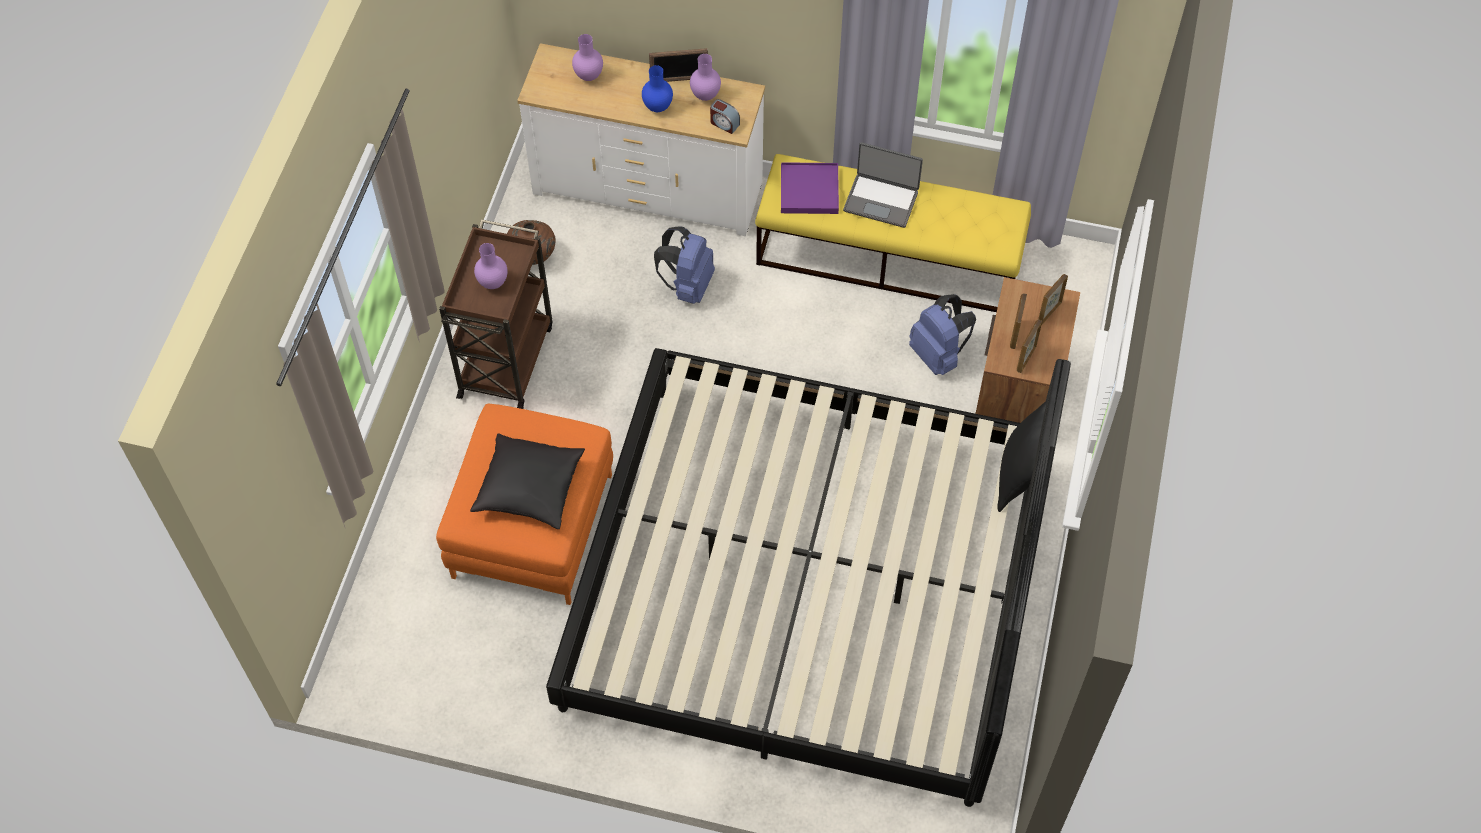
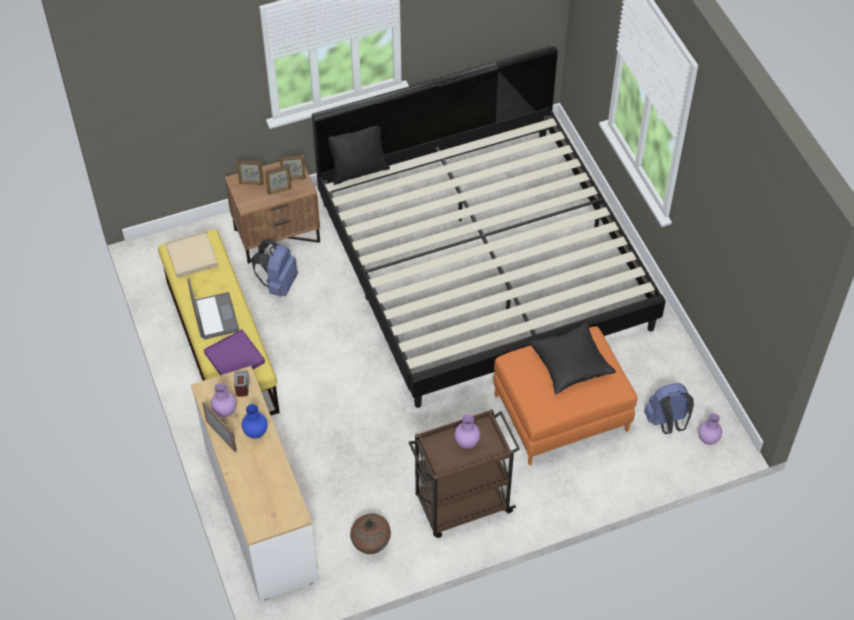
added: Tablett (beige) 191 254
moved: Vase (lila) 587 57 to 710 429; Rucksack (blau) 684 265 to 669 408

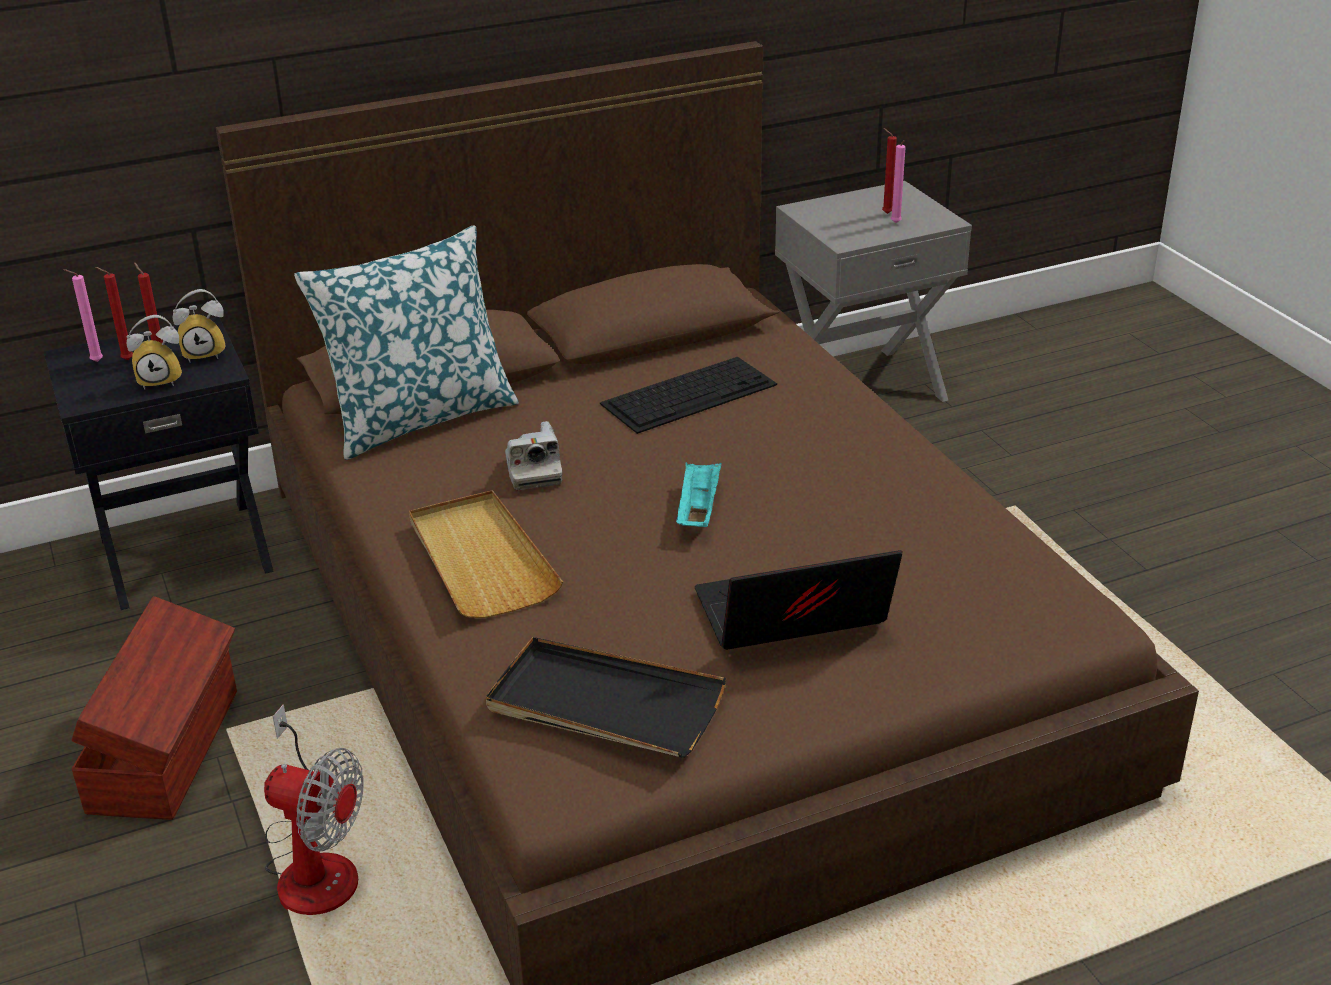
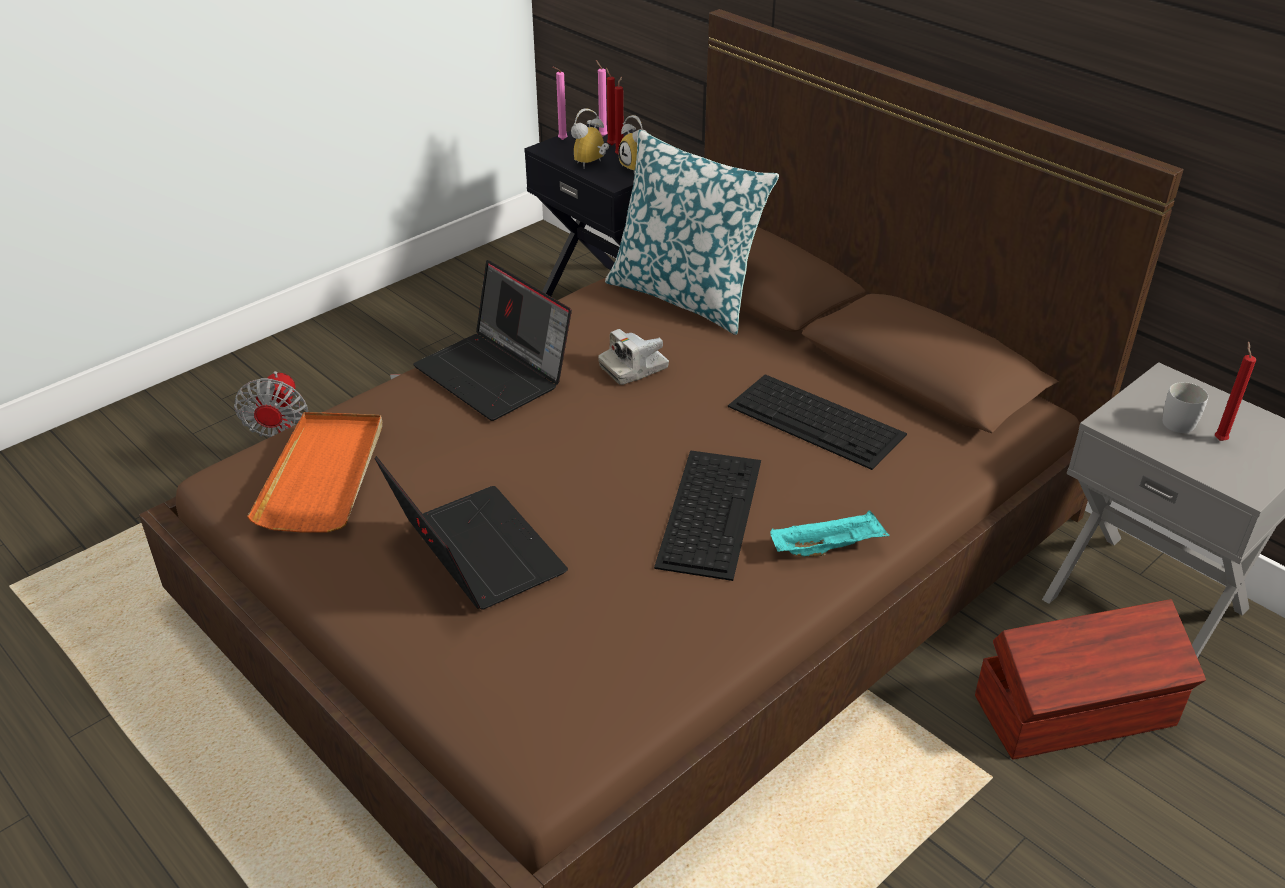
added: Tastatur 707 515; Henkelbecher (weiß) 1185 407
moved: Aufbewahrungsbox (braun) 154 708 to 1090 679; Tablett (türkis) 699 494 to 829 533; Kerze (rosa) 898 181 to 560 103
replaced: Tablett (beige) 486 554 to Laptop 492 340
recoloured: Tablett (schwarz) 606 697 to Tablett (orange) 314 472
turned: Wecker 154 352 = 590 138 75 degrees clockwise

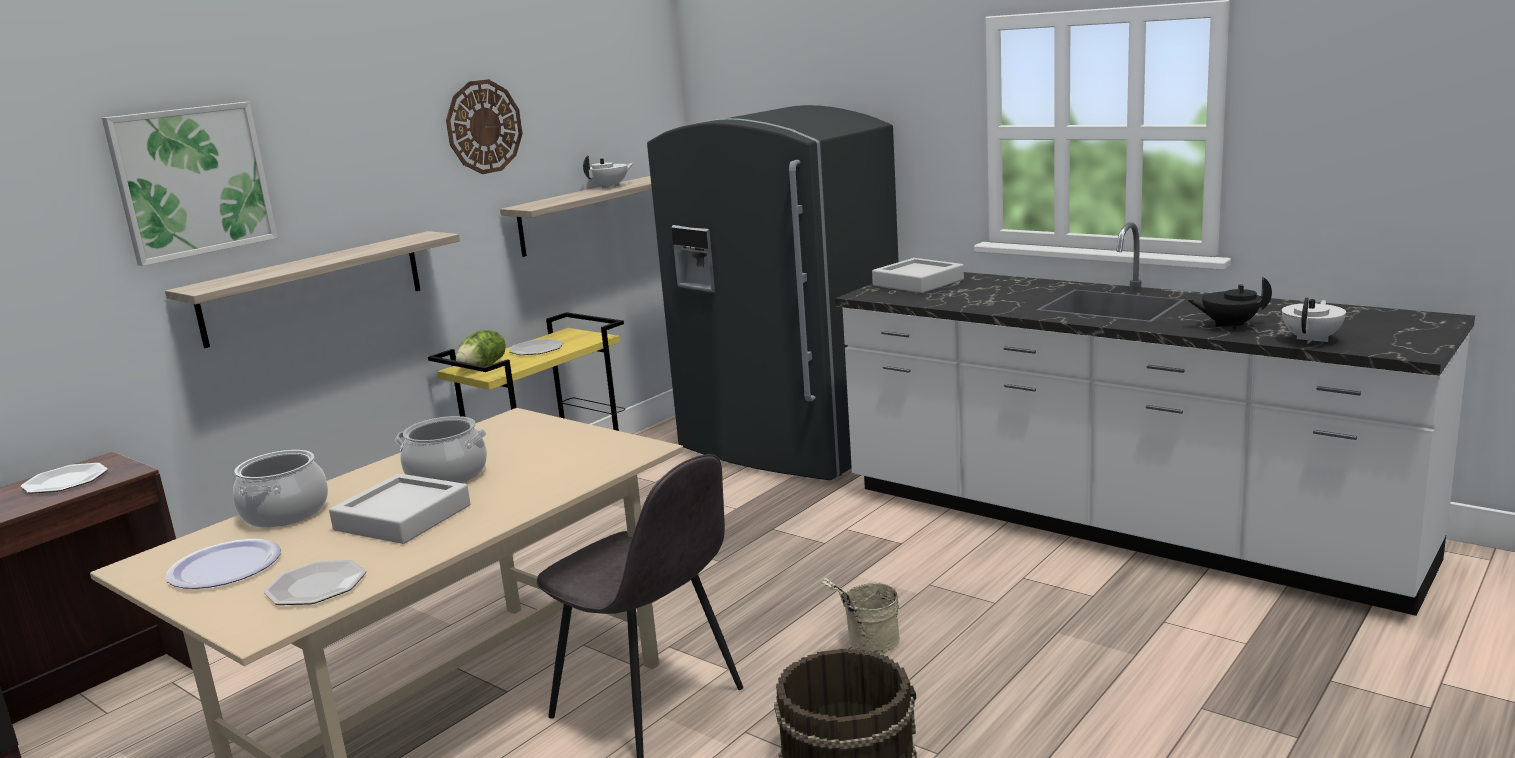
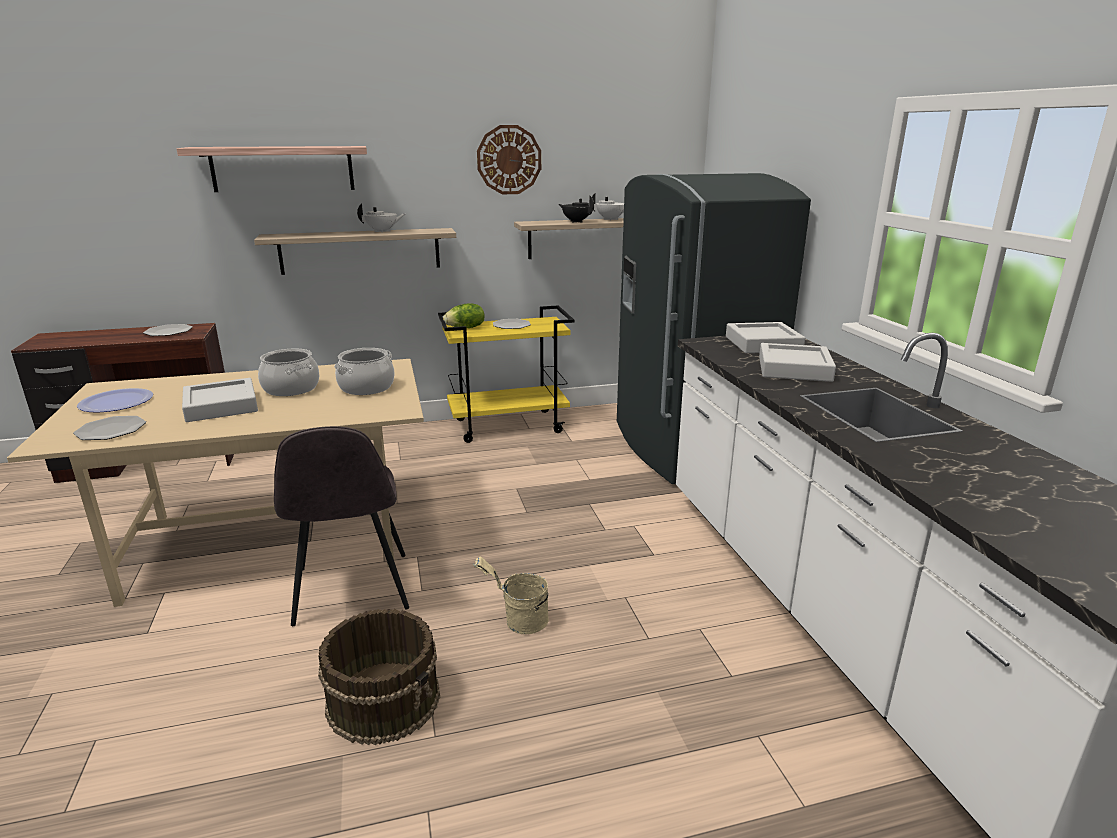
added: Tablett (grau) 797 362
moved: Kochtopf 280 488 to 364 371; Teekanne (schwarz) 1229 303 to 576 209; Teekanne (weiß) 1314 321 to 381 218
replaced: Bild 190 184 to Wandregal 272 169

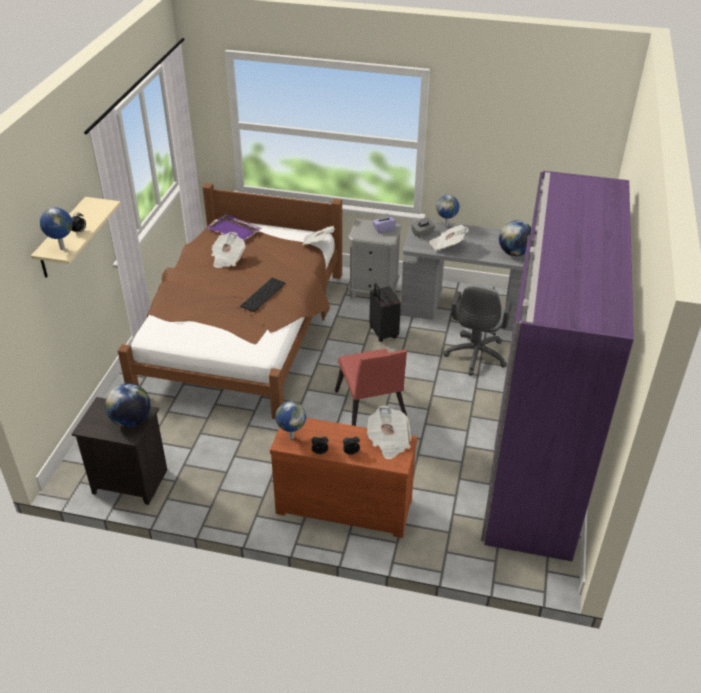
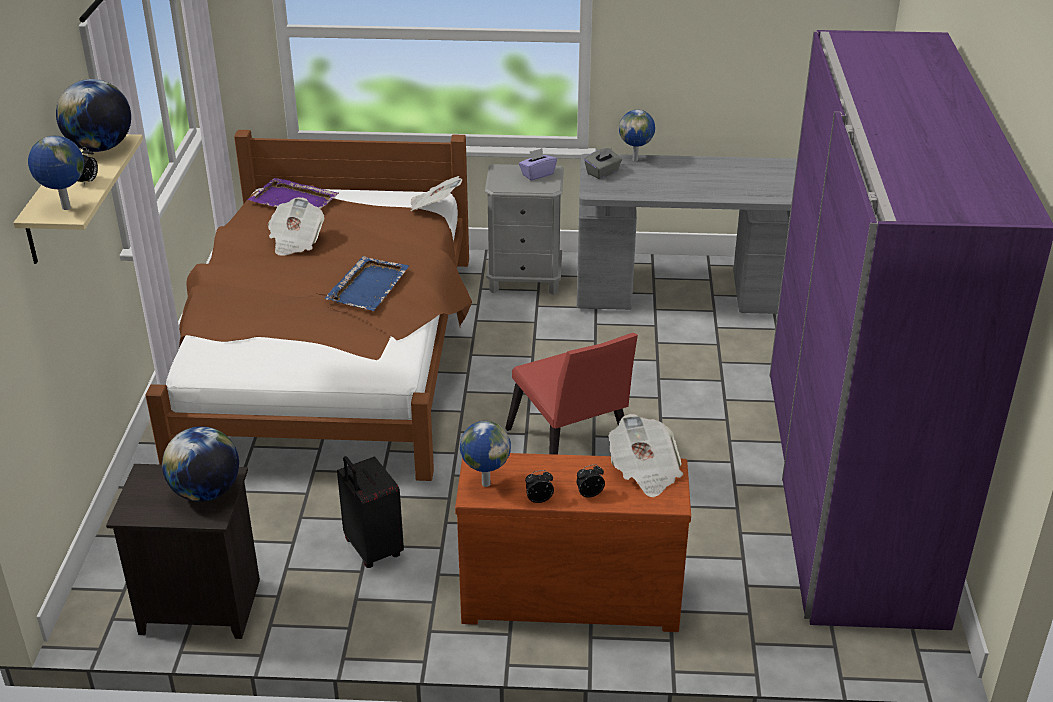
removed: Zeitung 448 238; Bürostuhl (grau) 478 330
moved: Koffer (schwarz) 385 312 to 370 512; Globus 515 238 to 93 115
replaced: Tastatur 263 295 to Tablett (blau) 367 283

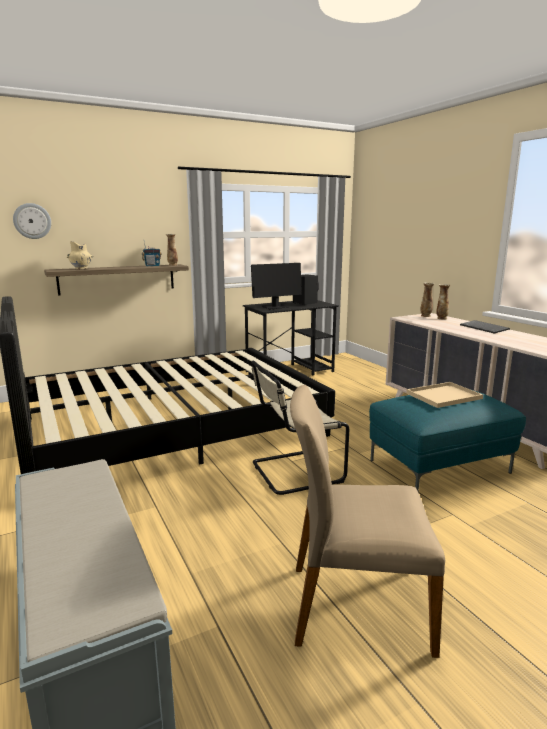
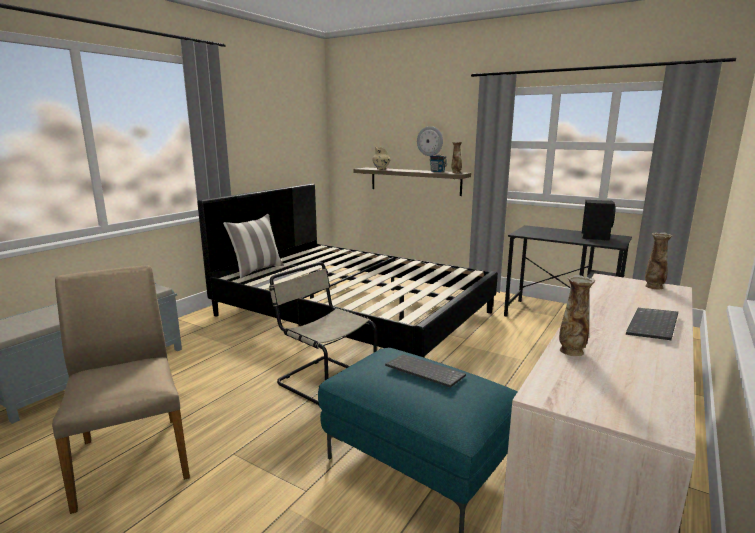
removed: Monitor 276 286
added: Kissen 253 246
moved: Wanduhr 32 221 to 430 141; Vase 443 301 to 577 315
replaced: Tablett (beige) 444 395 to Tastatur 425 370

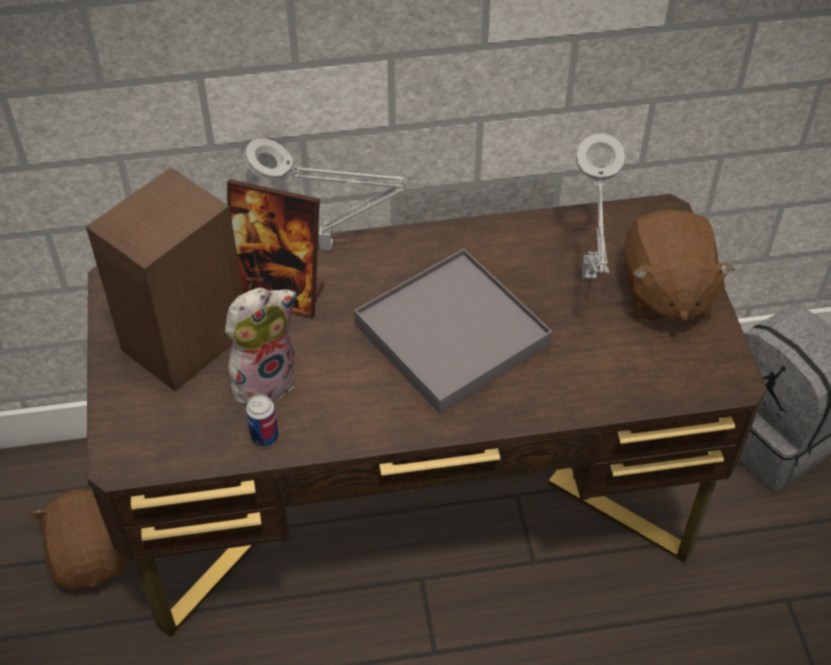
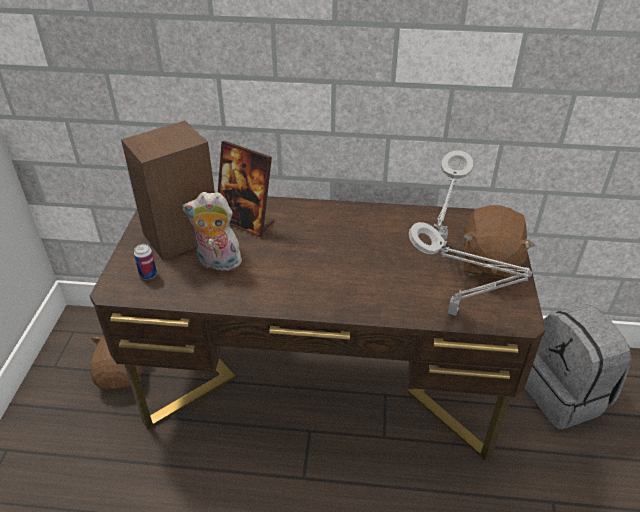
removed: Tablett (grau) 453 331
moved: Tischlampe (grau) 326 194 to 470 269; Dose 262 420 to 145 262
turned: Plüschtier 260 346 = 212 231 150 degrees counterclockwise

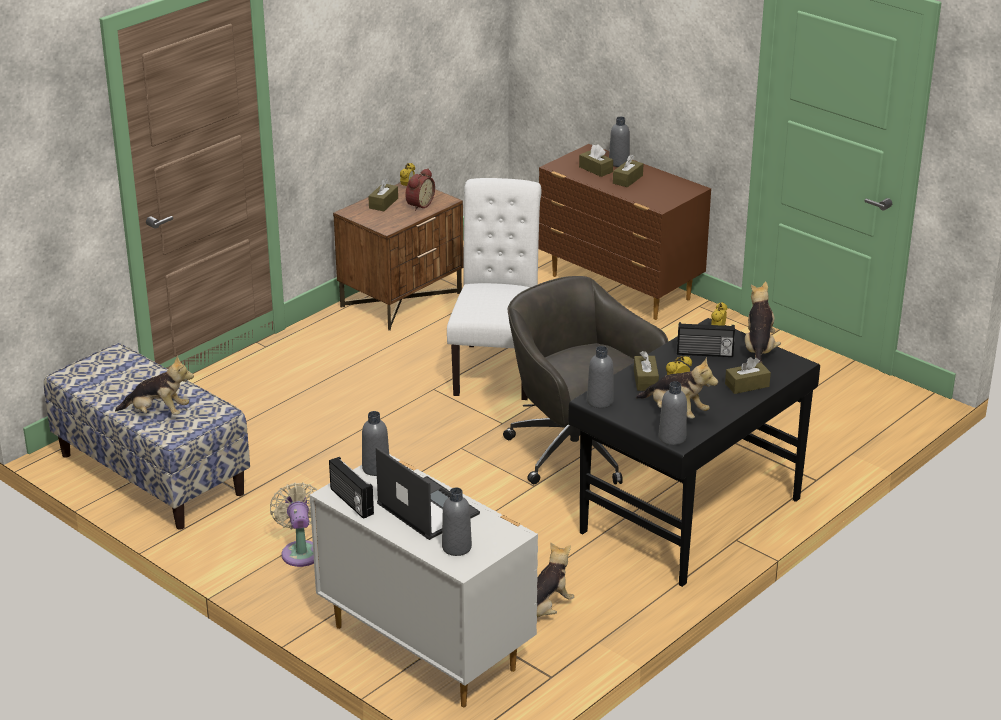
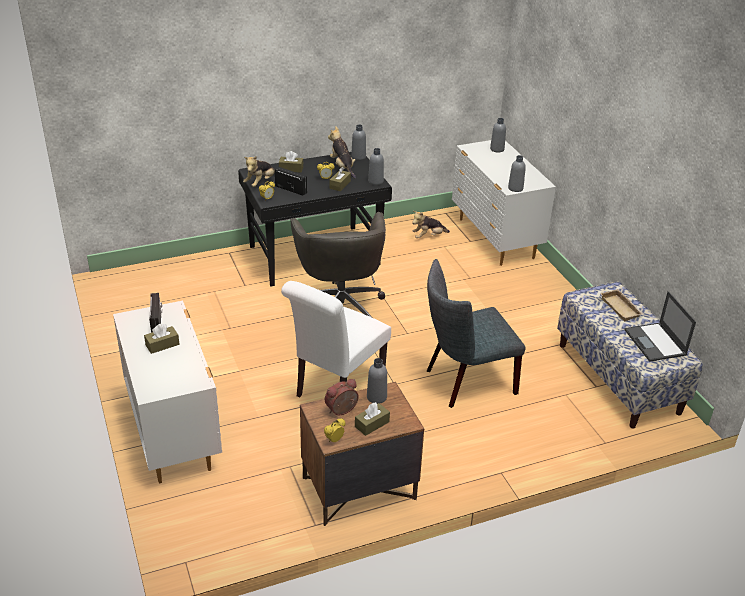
removed: Ventilator (beige) 293 524; Taschentuchbox (braun) 596 160
added: Stuhl (grau) 475 333
moved: Radio 351 488 to 155 313; Laptop 428 493 to 660 326; Flasche (grau) 619 142 to 377 381
replaced: Plüschtier 154 385 to Tablett (beige) 622 305
recoloured: Kommode (braun) 624 232 to Kommode (weiß) 167 392

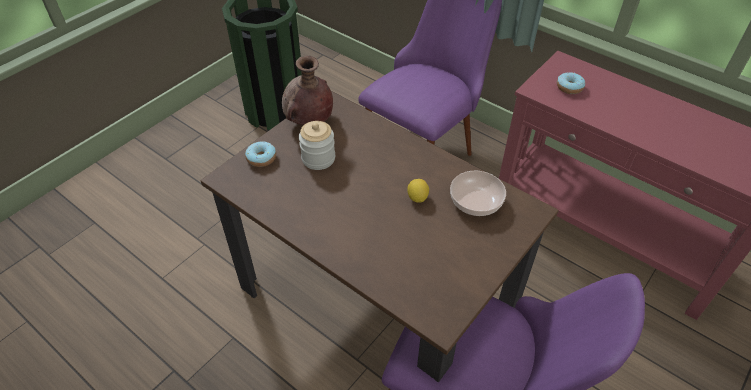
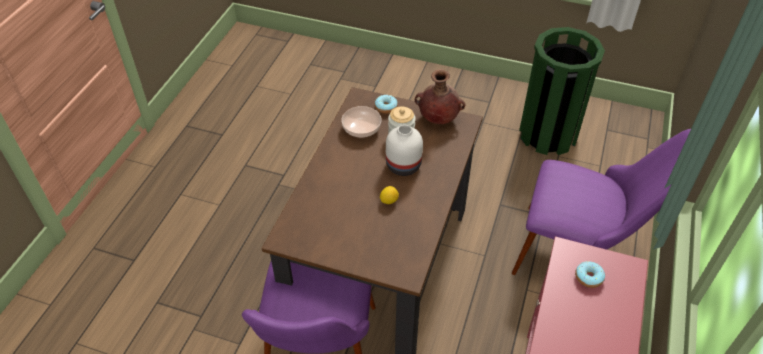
added: Vase (weiß) 404 150
moved: Schüssel 478 193 to 361 121

